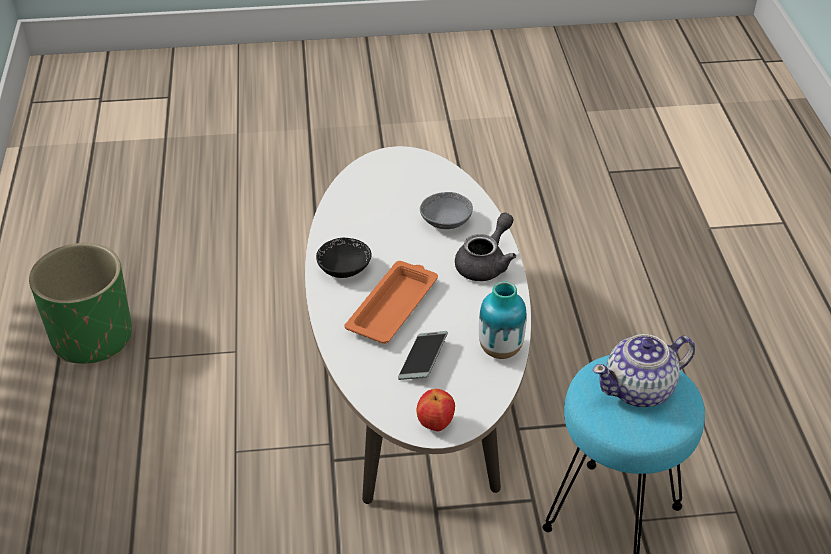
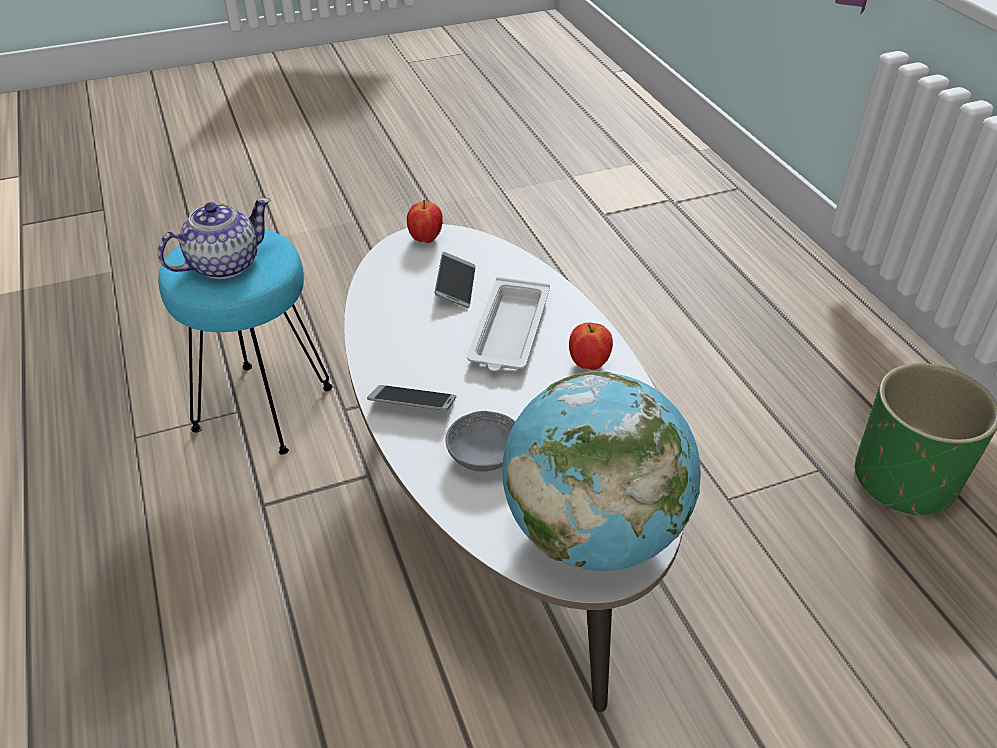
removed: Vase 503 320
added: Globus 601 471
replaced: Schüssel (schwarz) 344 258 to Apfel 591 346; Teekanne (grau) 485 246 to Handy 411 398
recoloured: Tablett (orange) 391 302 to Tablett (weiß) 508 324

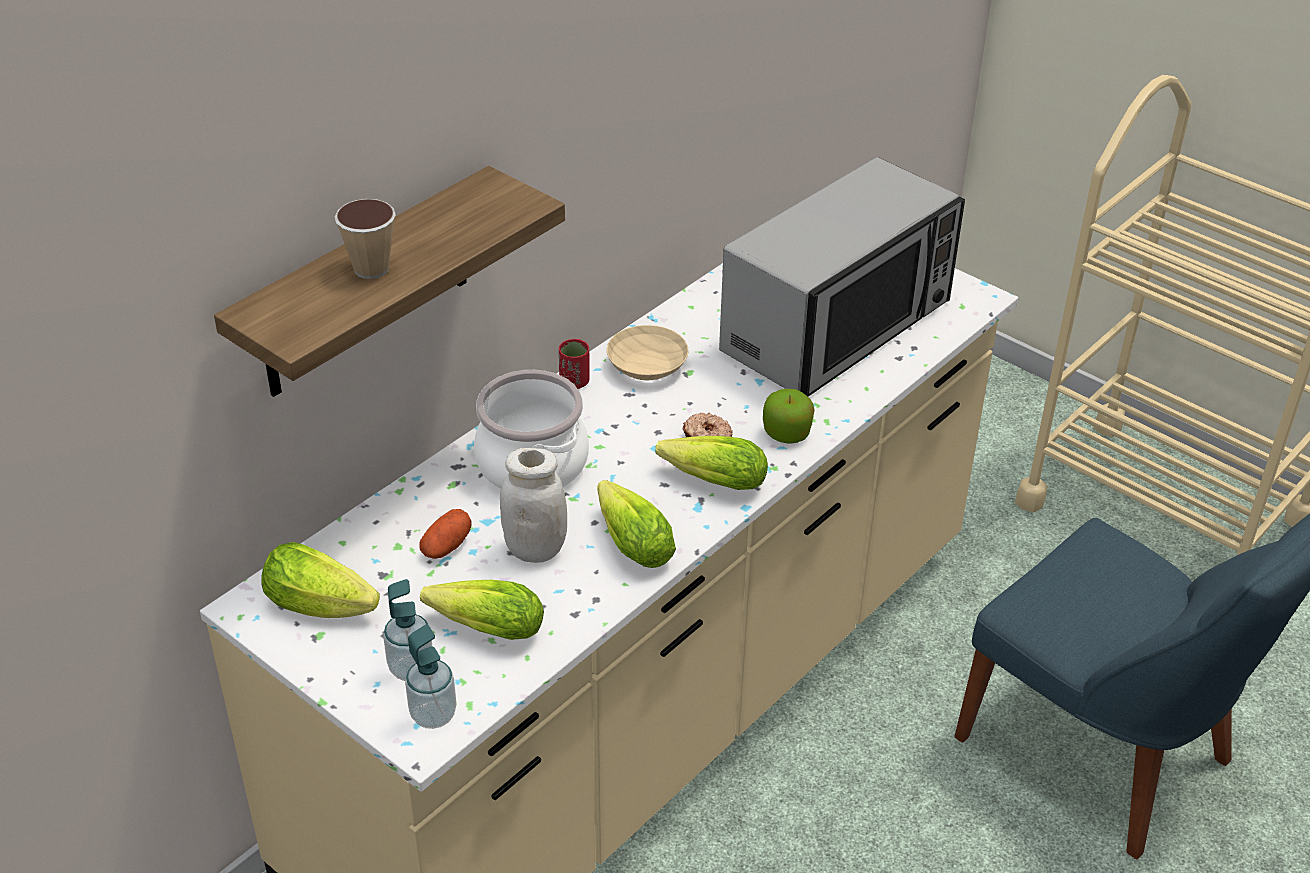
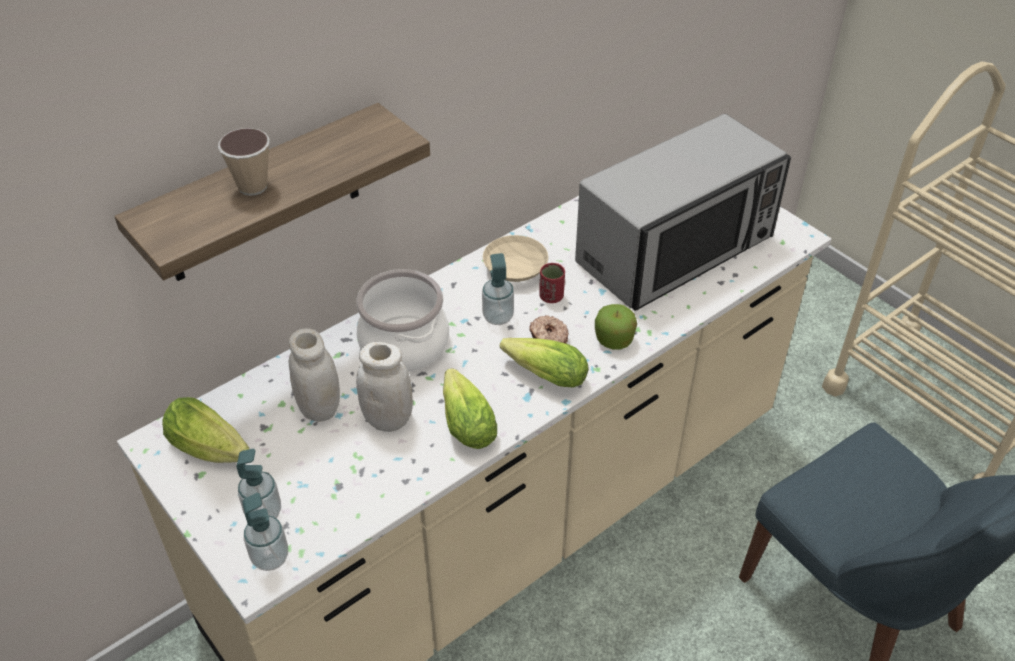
removed: Salatkopf 482 610
added: Seifenspender 498 289
moved: Tasse (rot) 574 364 to 552 283
replaced: Kartoffel 445 534 to Vorratsglas (weiß) 314 375

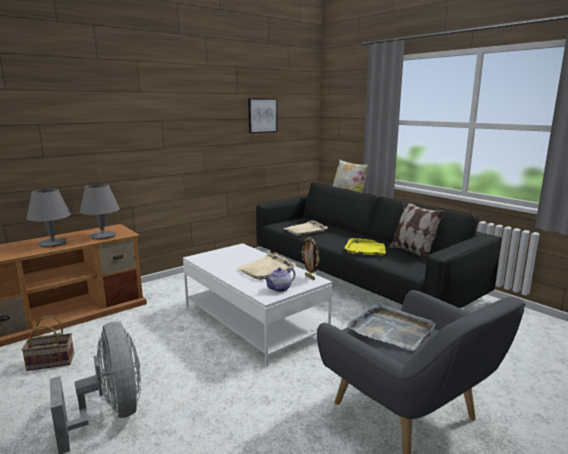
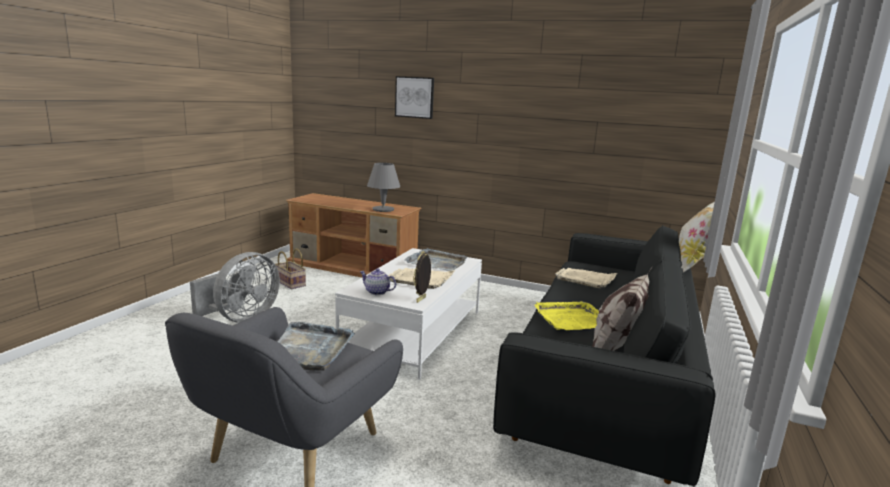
removed: Tischlampe (grau) 48 217
added: Tablett (grau) 436 259
moved: Bild 262 115 to 414 97

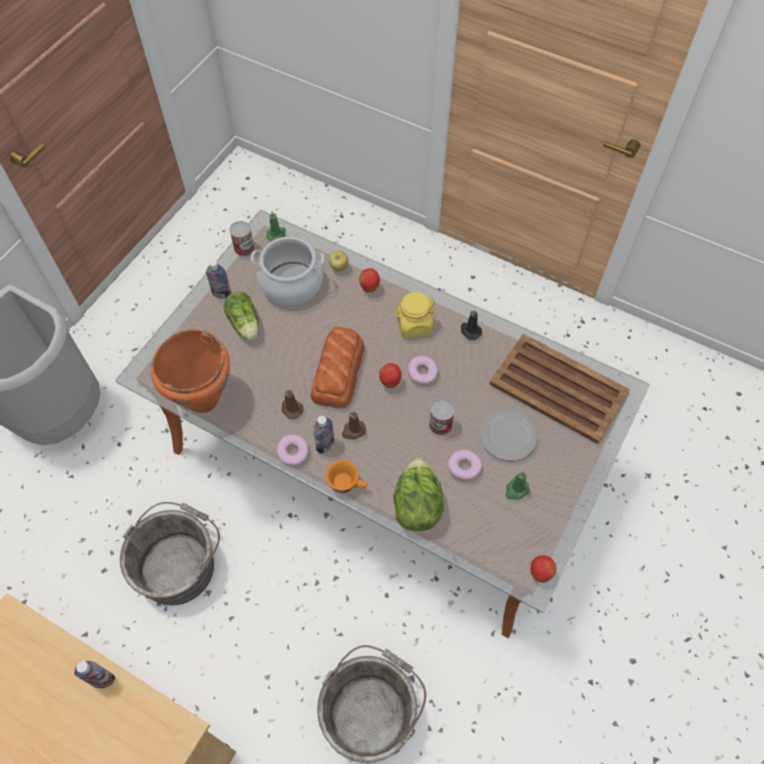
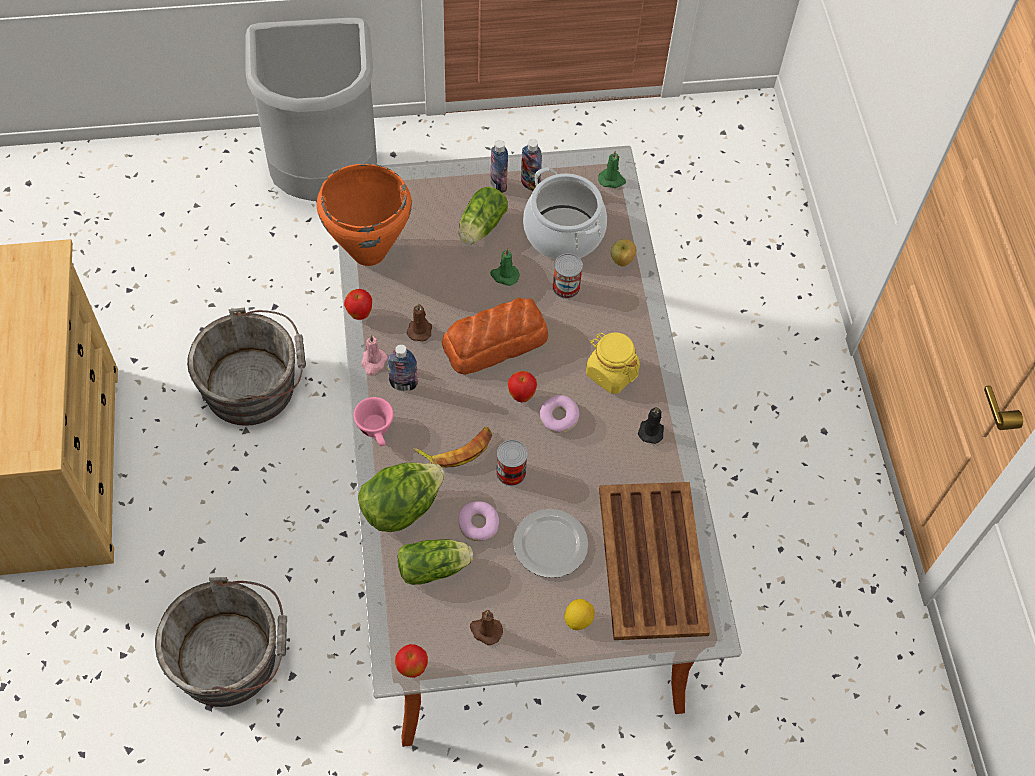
added: Salatkopf 435 562; Banane 453 447; Zitrone 579 614
moved: Flasche 94 674 to 531 165; Dose 242 238 to 567 276; Kerze (braun) 354 425 to 486 627; Apfel 369 280 to 358 304; Kerze (grün) 518 485 to 505 267
replaced: Donut 293 450 to Kerze (rosa) 374 355
recoloured: Tasse (orange) 346 476 to Tasse (rosa) 373 421

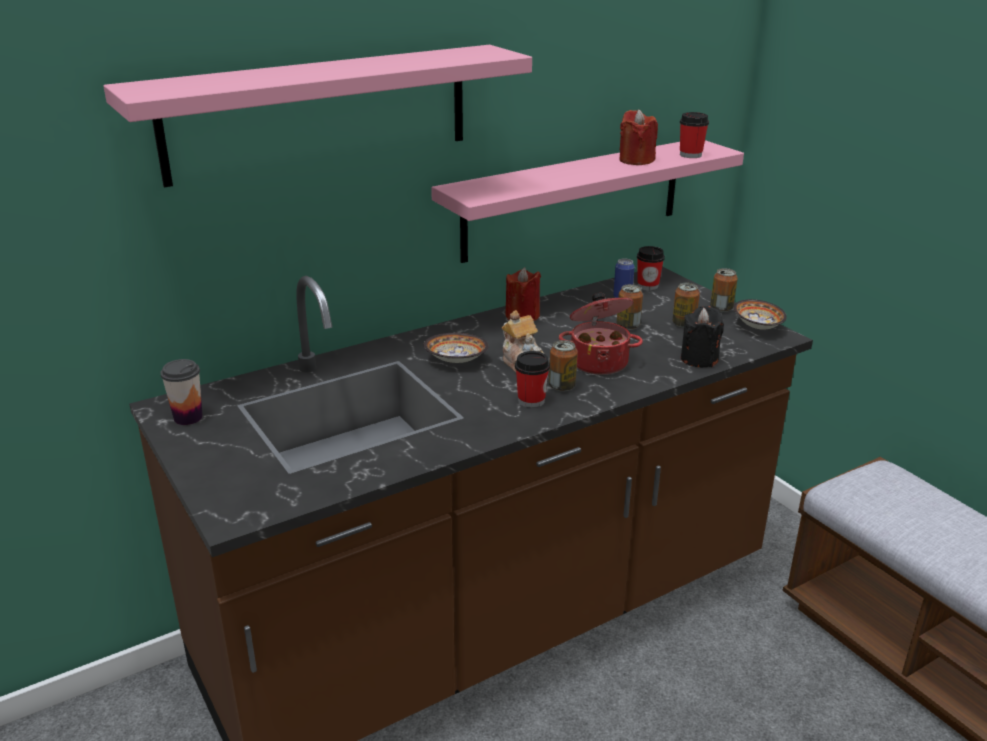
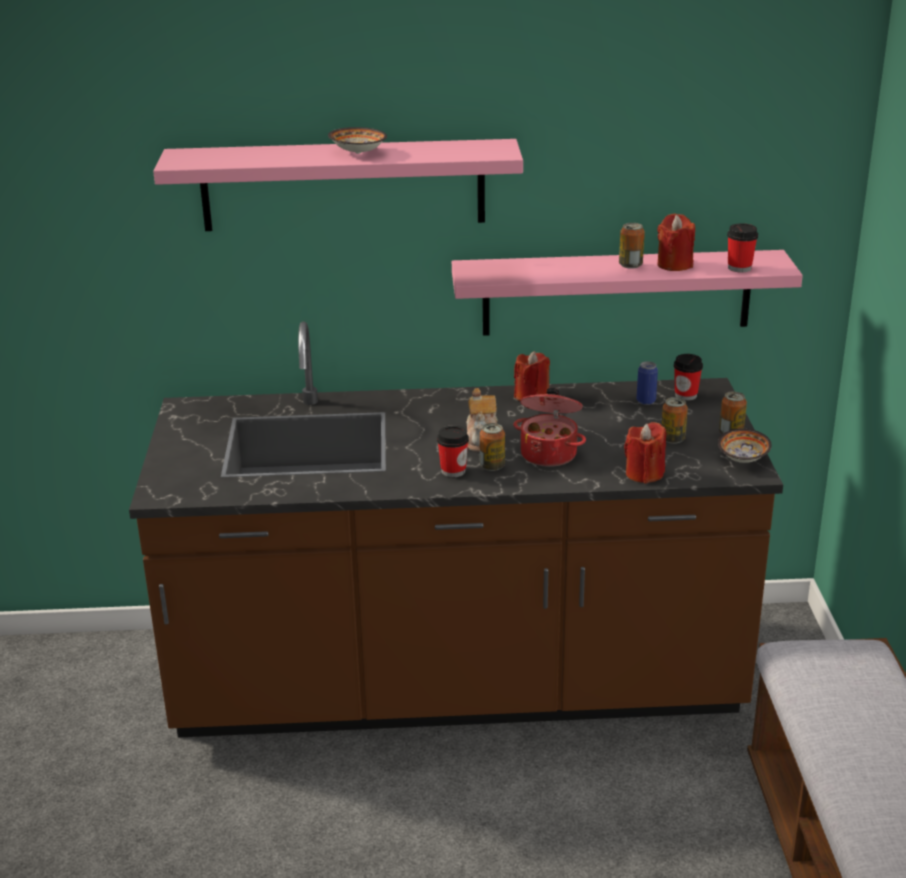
removed: Tasse 181 392
moved: Schüssel 456 348 to 357 140; Dose 629 307 to 632 246
recoloured: Kerze (schwarz) 702 336 to Kerze (rot) 645 453

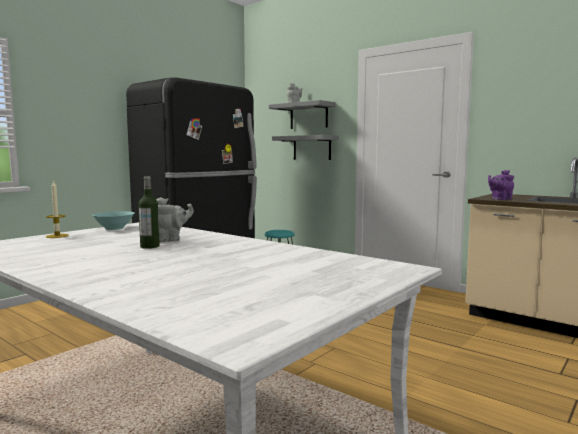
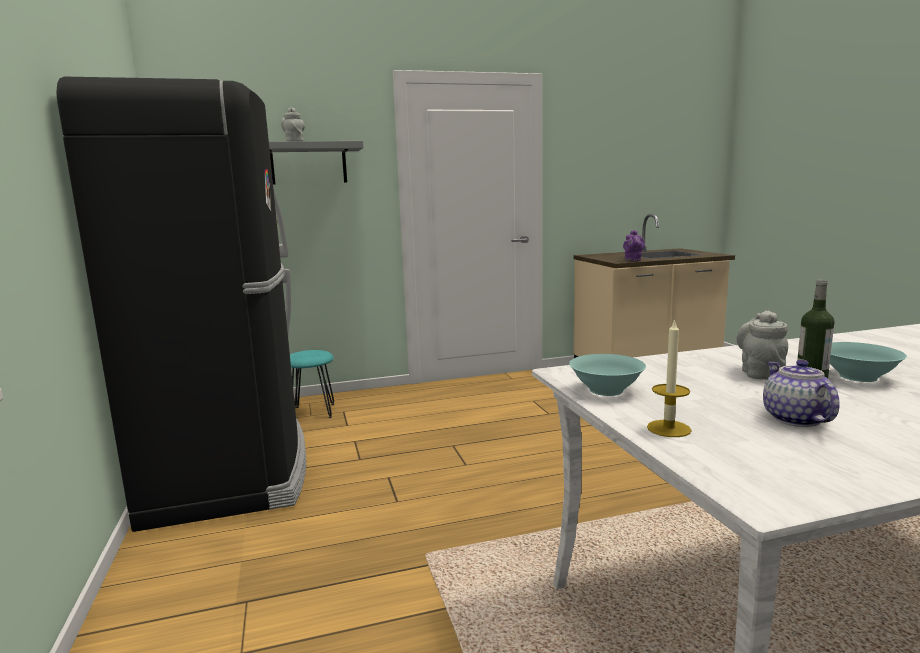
removed: Wandregal (grau) 305 147
added: Teekanne 801 393; Schüssel (türkis) 868 362

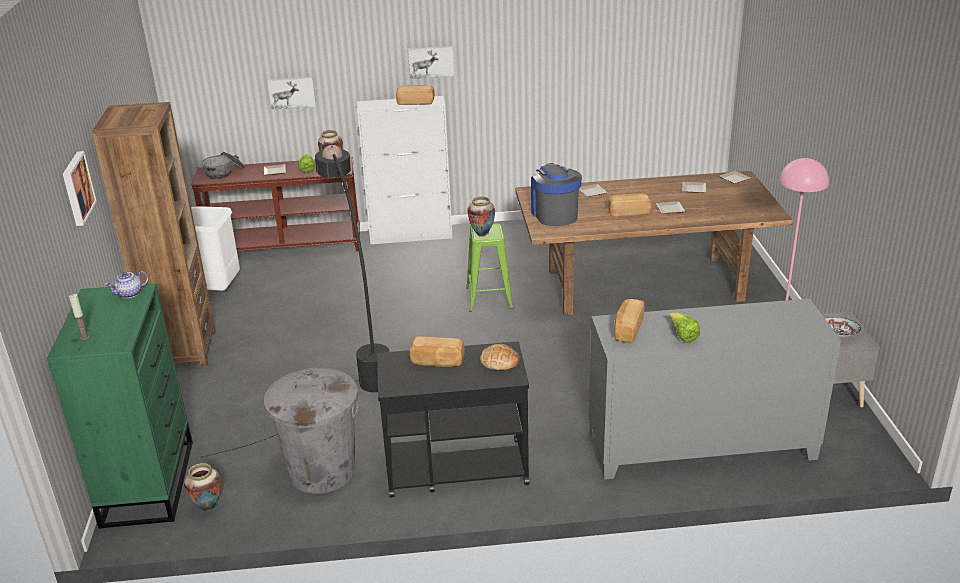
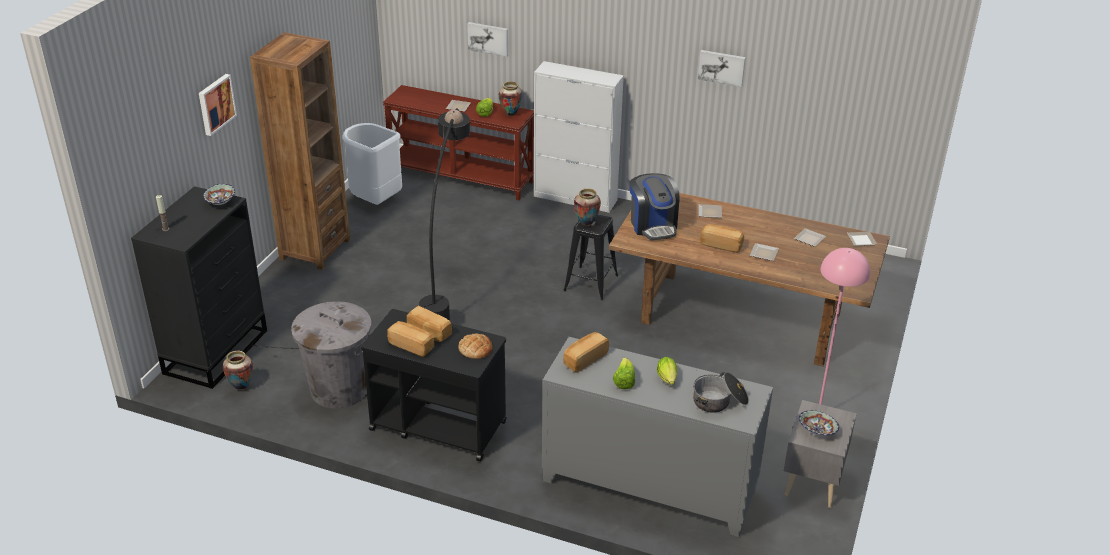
added: Salatkopf 667 371
moved: Kochtopf 223 165 to 721 392; Brot 415 95 to 410 339; Bild 431 62 to 722 68
replaced: Teekanne 126 284 to Schüssel 219 194
recoloured: Kommode (grün) 120 406 to Kommode (schwarz) 199 287; Hocker (grün) 489 268 to Hocker (schwarz) 590 258
turned: Kaffeemaschine 556 194 = 654 206 150 degrees clockwise

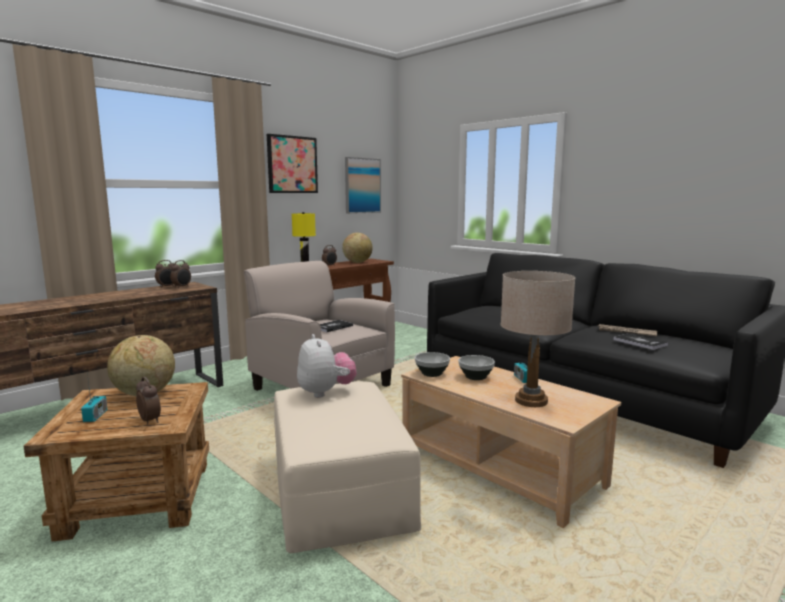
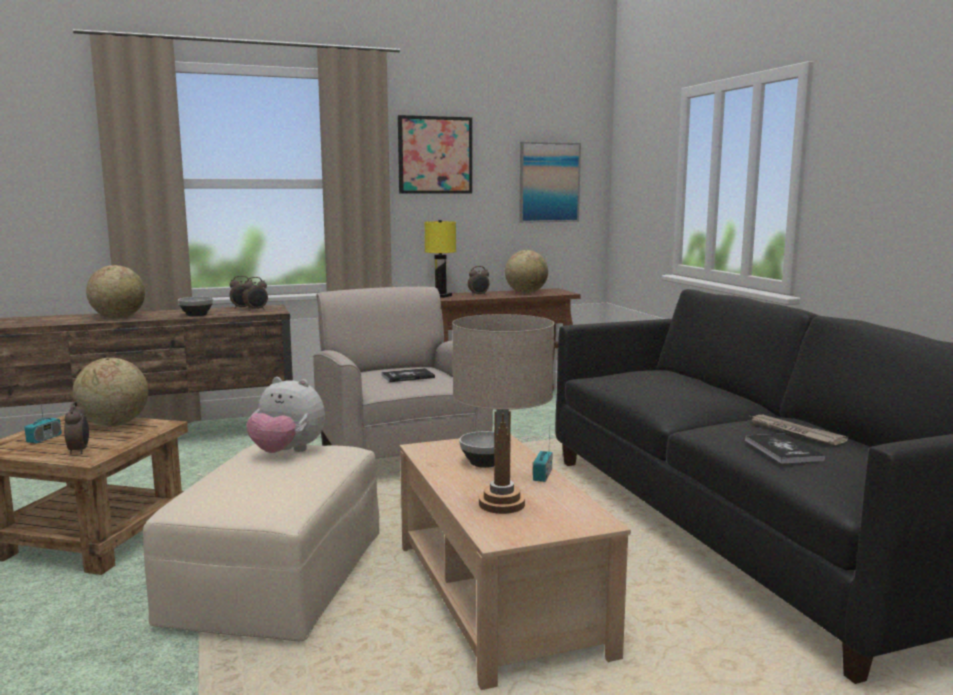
added: Globus 115 292
moved: Schüssel 432 364 to 195 307
turned: Plüschtier 327 366 = 285 415 105 degrees clockwise

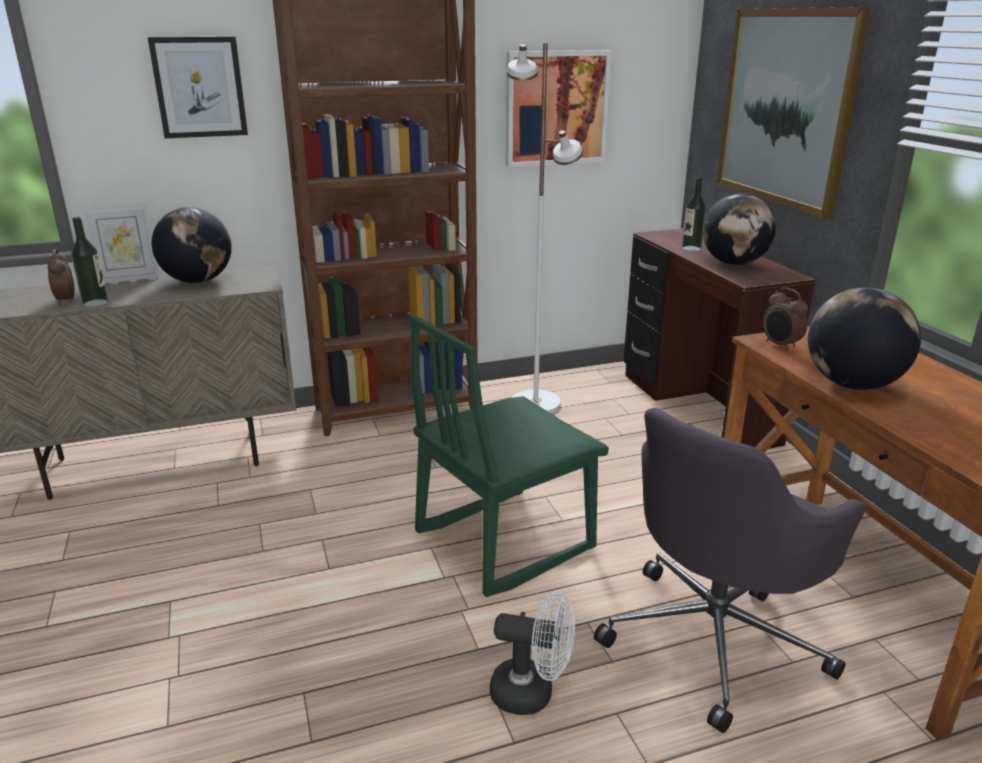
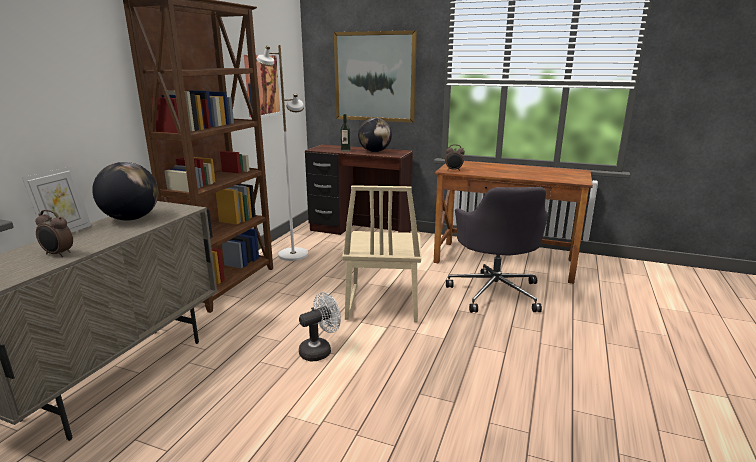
removed: Flasche 89 262; Bild 198 87; Globus 864 338
moved: Ventilator (weiß) 532 653 to 320 326
recoloured: Stuhl (grün) 509 456 to Stuhl (beige) 381 253

